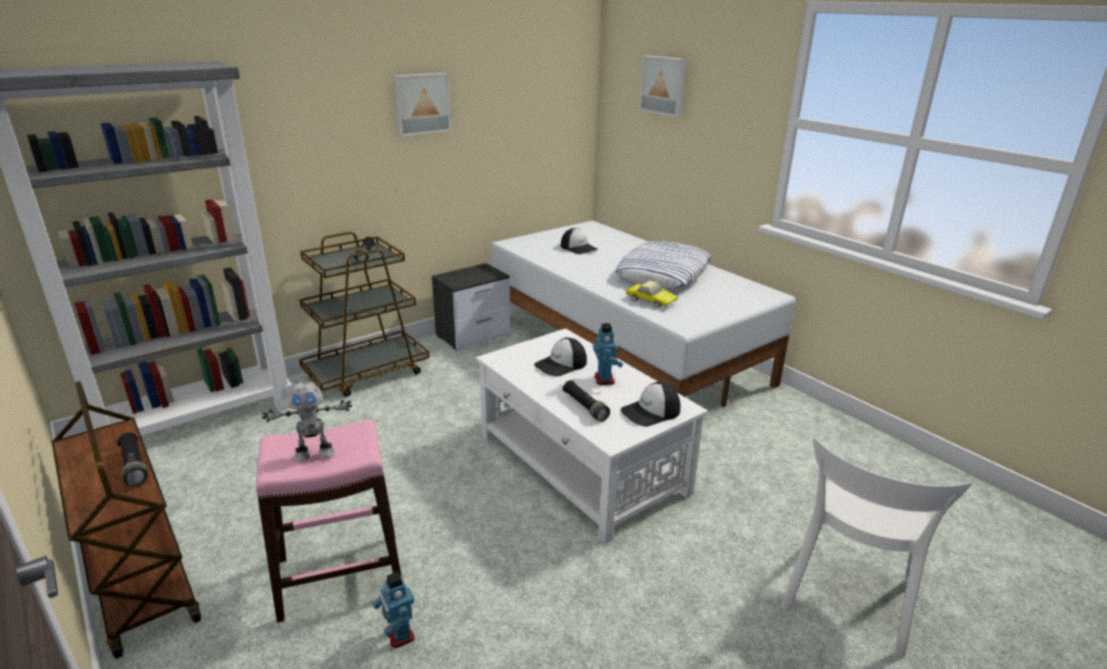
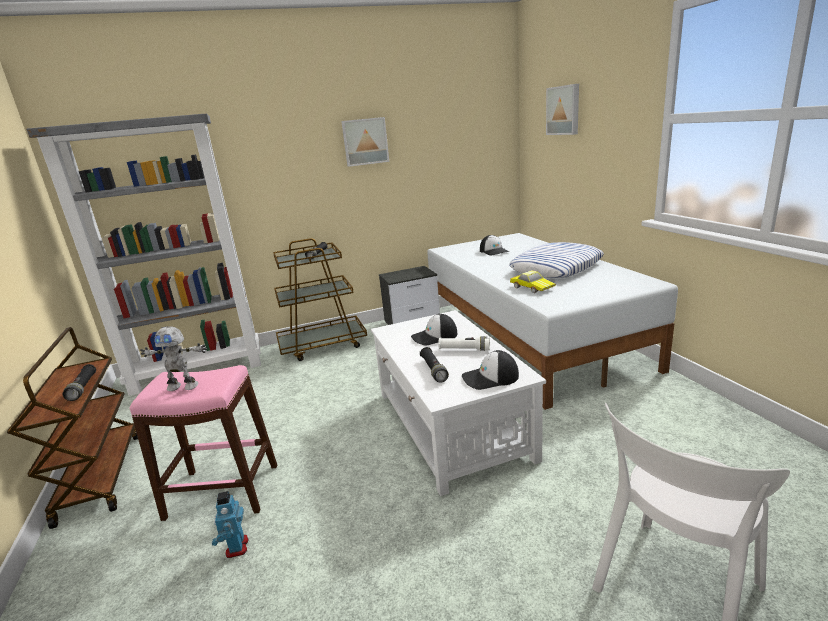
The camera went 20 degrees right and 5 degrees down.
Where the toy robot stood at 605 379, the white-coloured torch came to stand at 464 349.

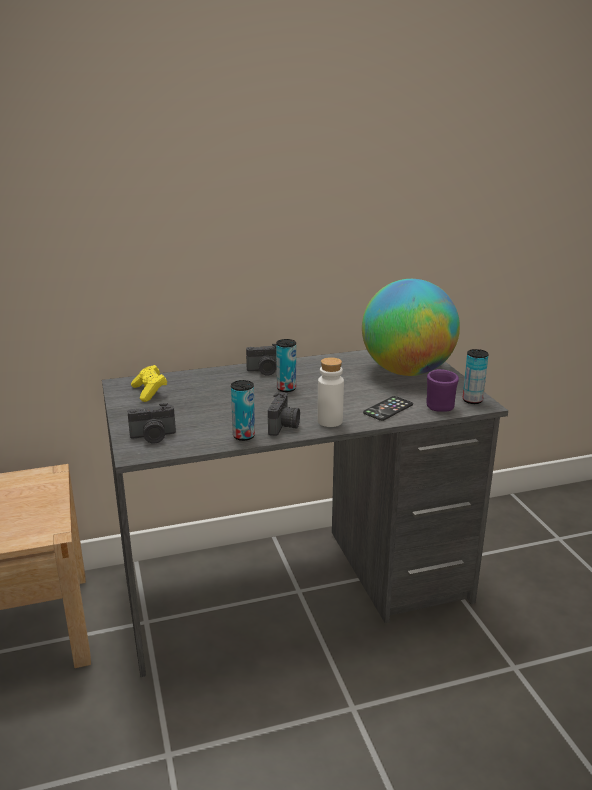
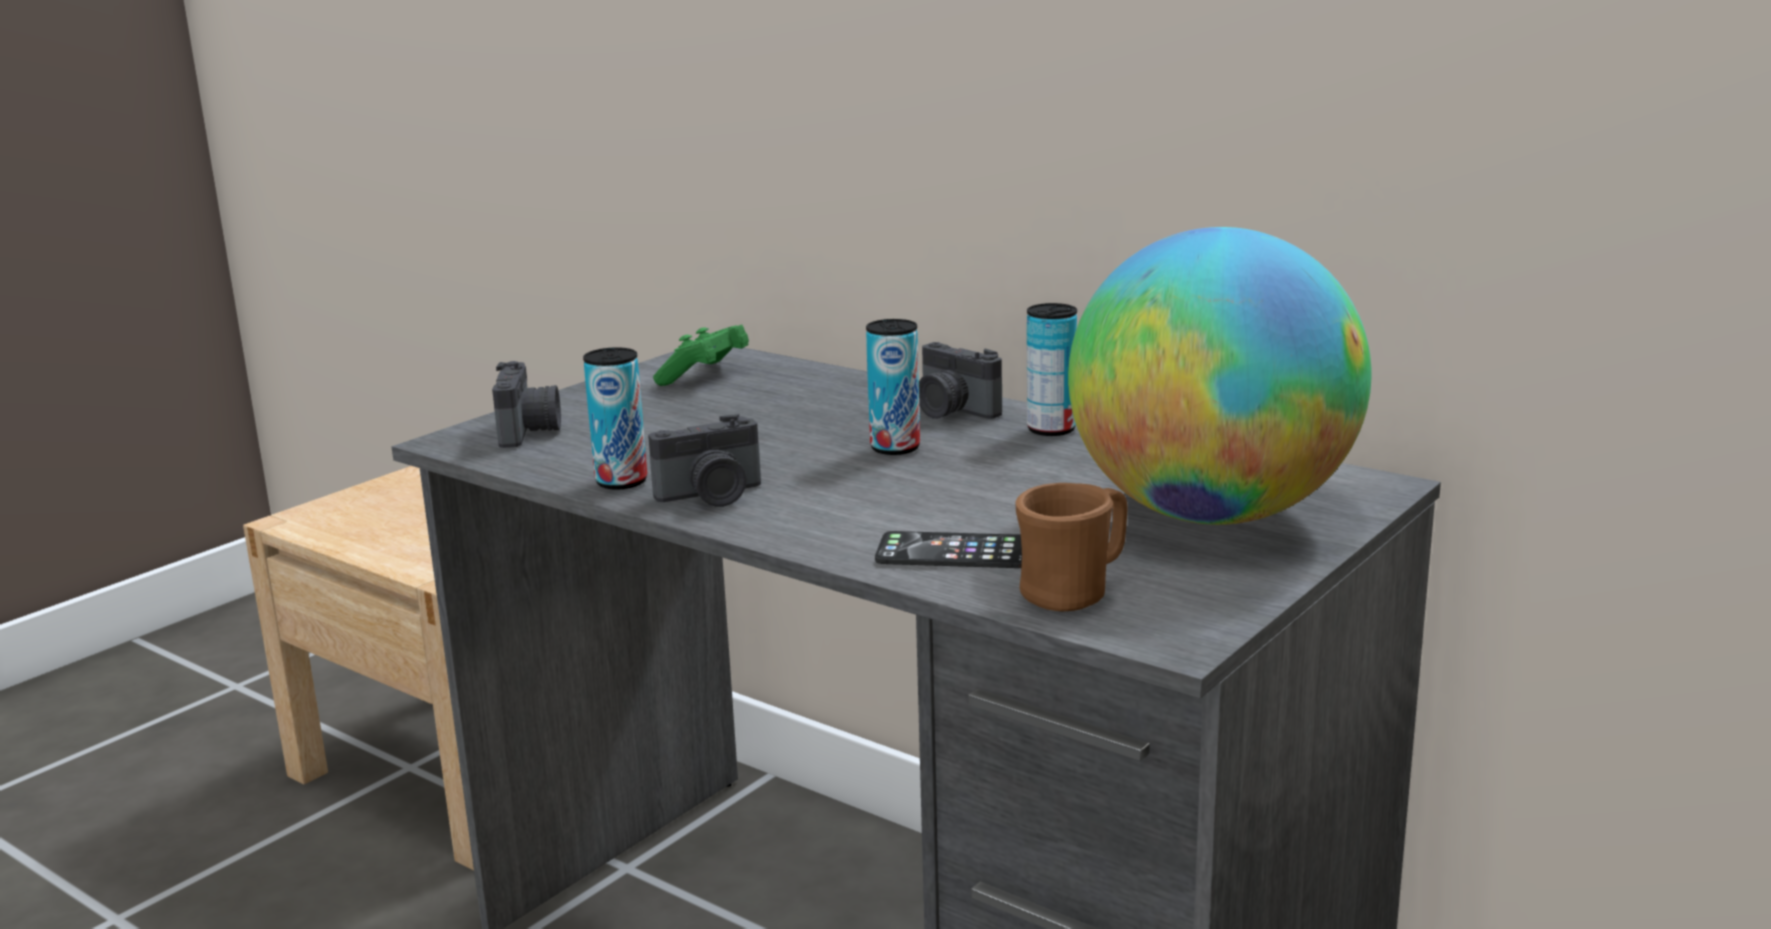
The camera went 55 degrees right and 5 degrees down.
The photo camera at 153 437 ended up facing another way, 135 degrees counterclockwise from before.
What was the yellowish game controller at 150 392 turned into the green-coloured game controller at 704 376.
What was the purple coffee mug at 439 405 turned into the brown-coloured coffee mug at 1074 593.
The metal can ended up elsewhere, having gone from 472 400 to 1051 429.
The second view lost the white-coloured beverage bottle at 330 421.

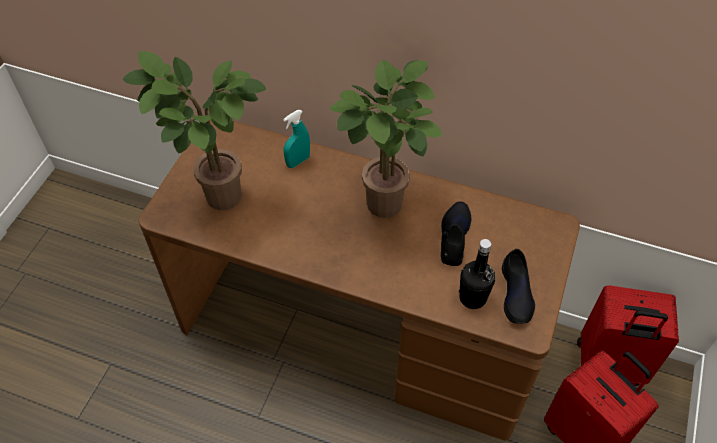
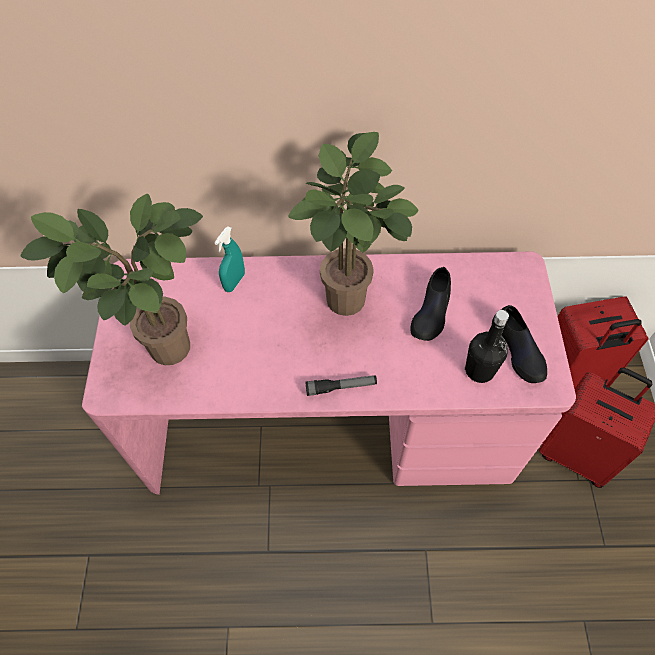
The camera went 20 degrees left and 5 degrees up.
What was the brown-coloured desk table at 359 327 turned into the pinkish desk table at 329 423.
The second view gained the torch at 341 387.
The black-coloured low shoe at 454 237 ended up facing another way, 150 degrees counterclockwise from before.

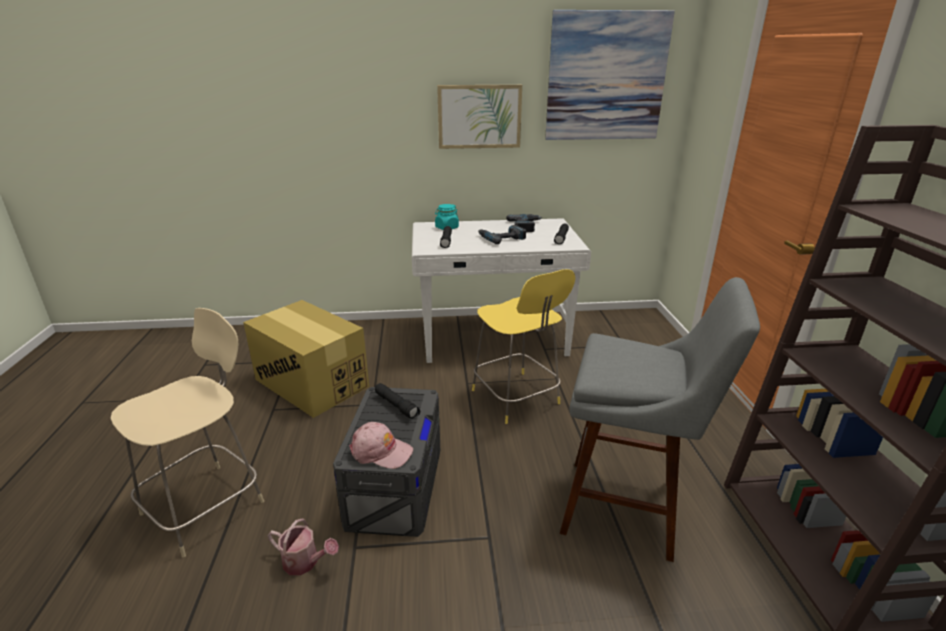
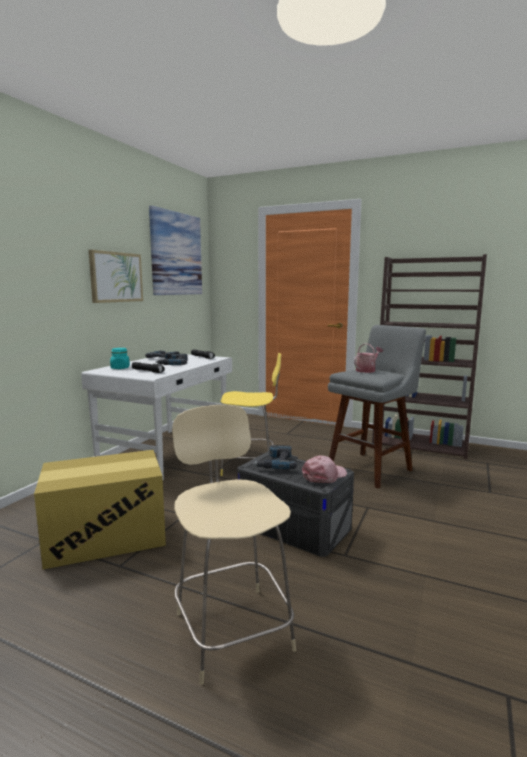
The camera went 60 degrees left and 15 degrees down.
Where the black-coloured torch stood at 397 405, the power drill came to stand at 275 462.
The watering pot ended up elsewhere, having gone from 305 562 to 367 370.

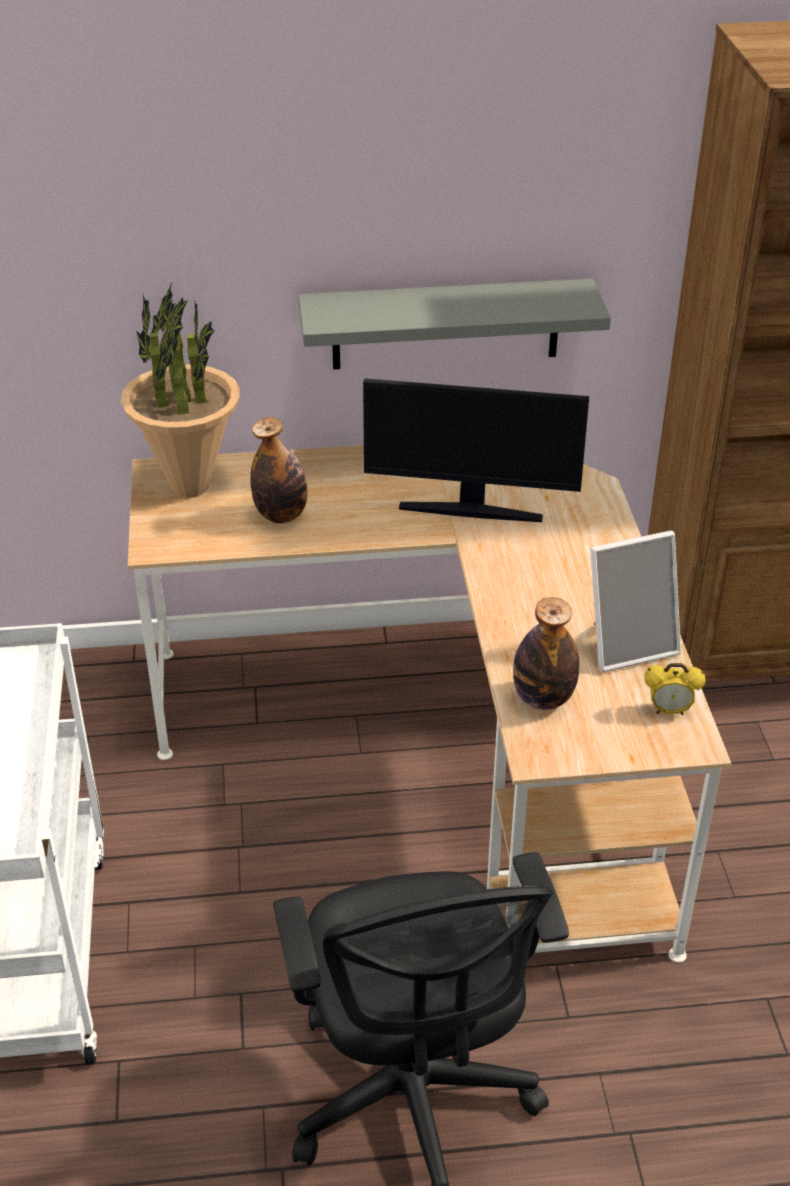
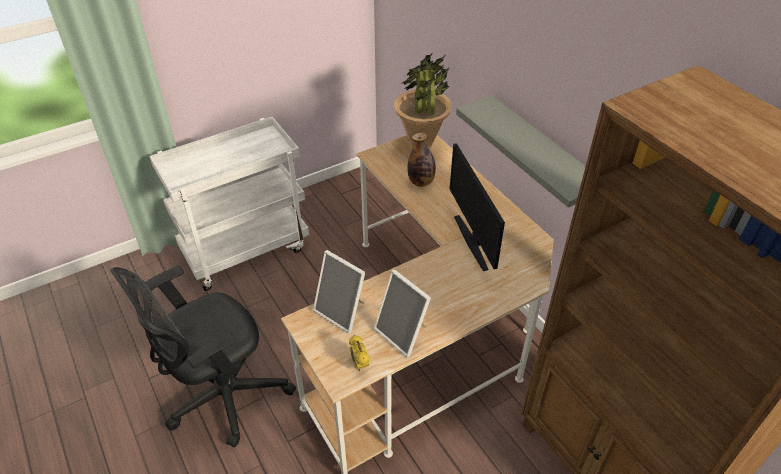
The camera went 65 degrees right and 5 degrees up.
Where the beverage bottle stood at 543 698, the photo frame came to stand at 342 312.

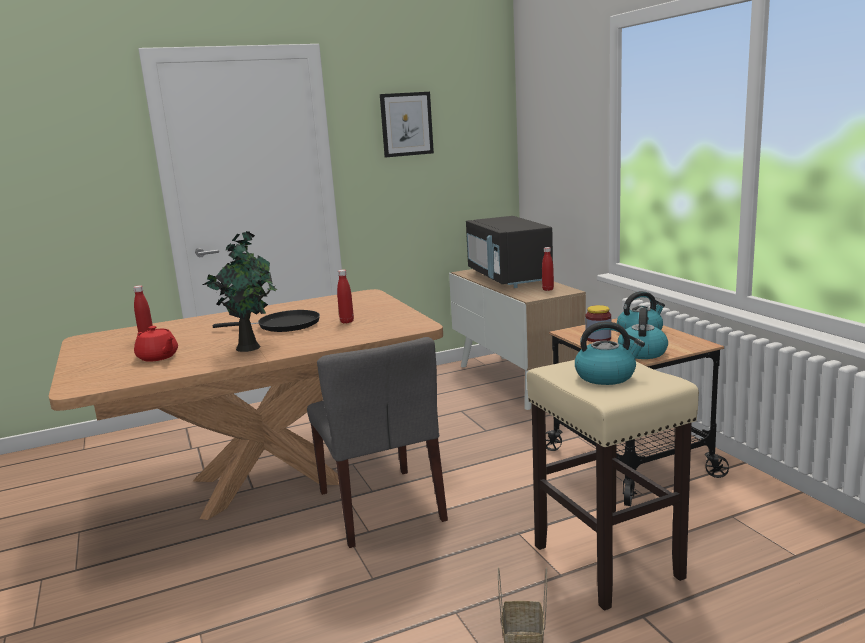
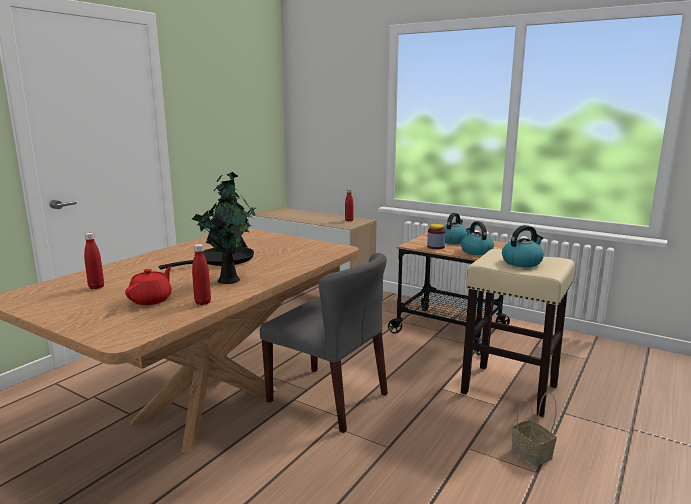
The camera went 35 degrees left and 0 degrees up.
The red tea pot at 158 357 ended up facing another way, 75 degrees counterclockwise from before.
The red beverage bottle ended up elsewhere, having gone from 347 322 to 203 302.
The second view lost the wall picture at 406 124.
The second view lost the black-coloured kitchen microwave at 508 278.

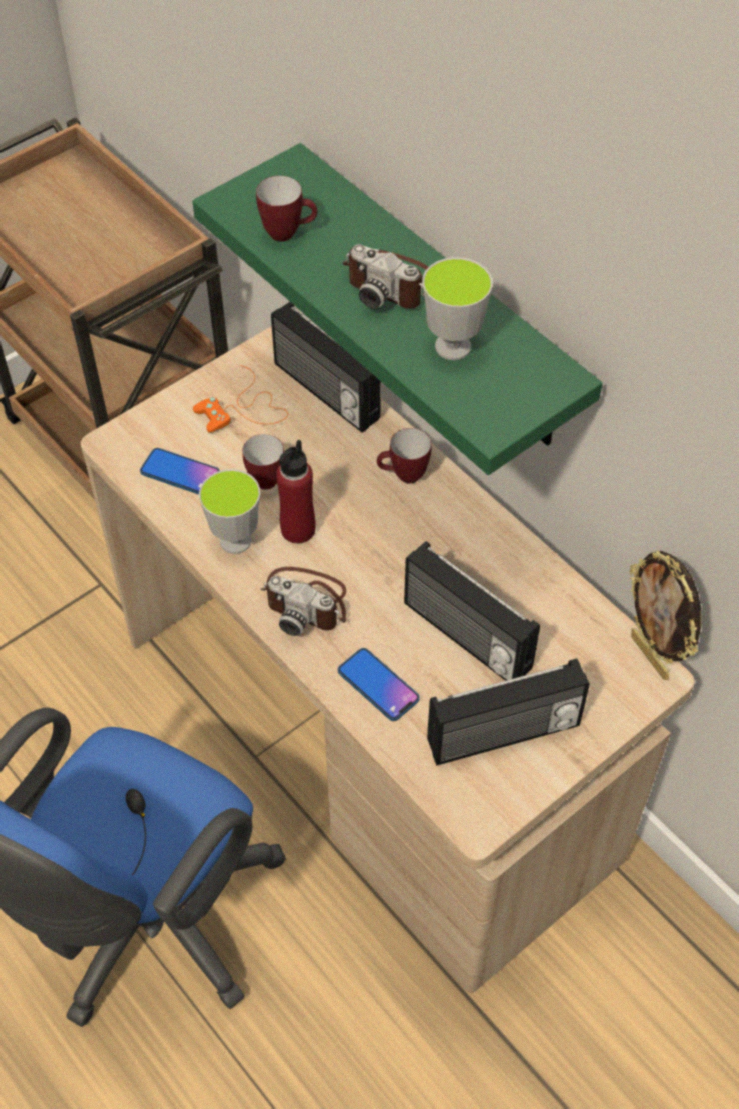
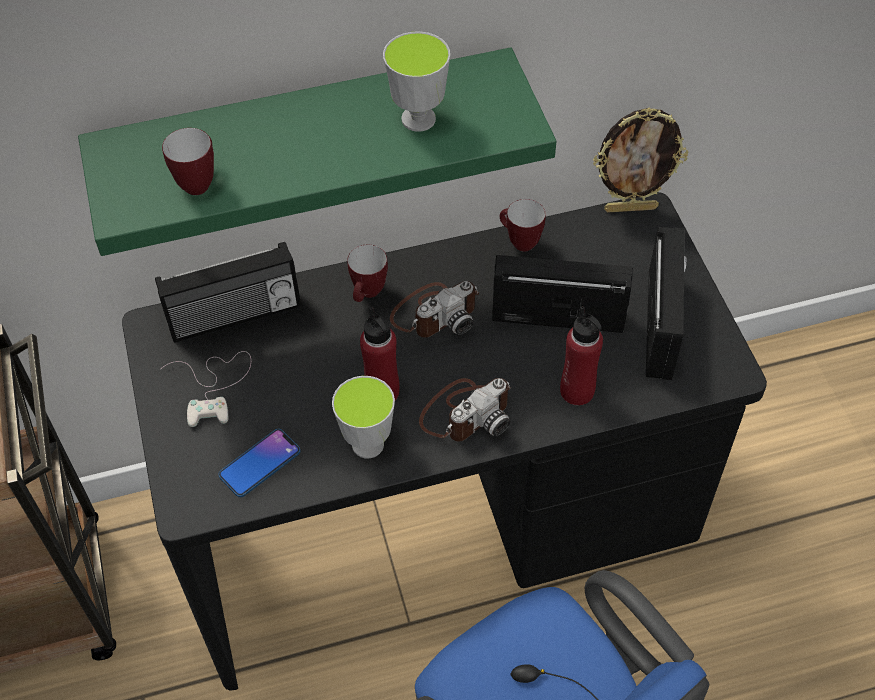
The camera went 65 degrees left and 0 degrees up.
What was the sand-coloured desk table at 371 741 turned into the black-coloured desk table at 440 524.
What was the orangey game controller at 243 409 turned into the white-coloured game controller at 214 386.
The photo camera ended up elsewhere, having gone from 390 283 to 435 313.
The radio receiver at 465 637 ended up facing another way, 150 degrees counterclockwise from before.
The coffee mug ended up elsewhere, having gone from 267 477 to 518 242.
Where the phone stood at 378 685, the red beverage bottle came to stand at 577 391.

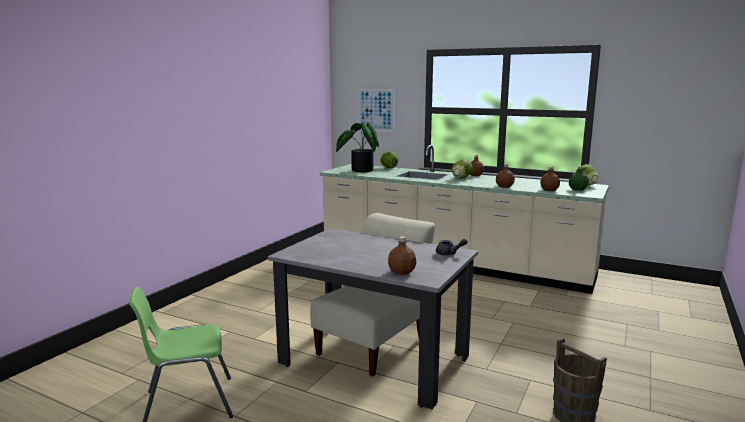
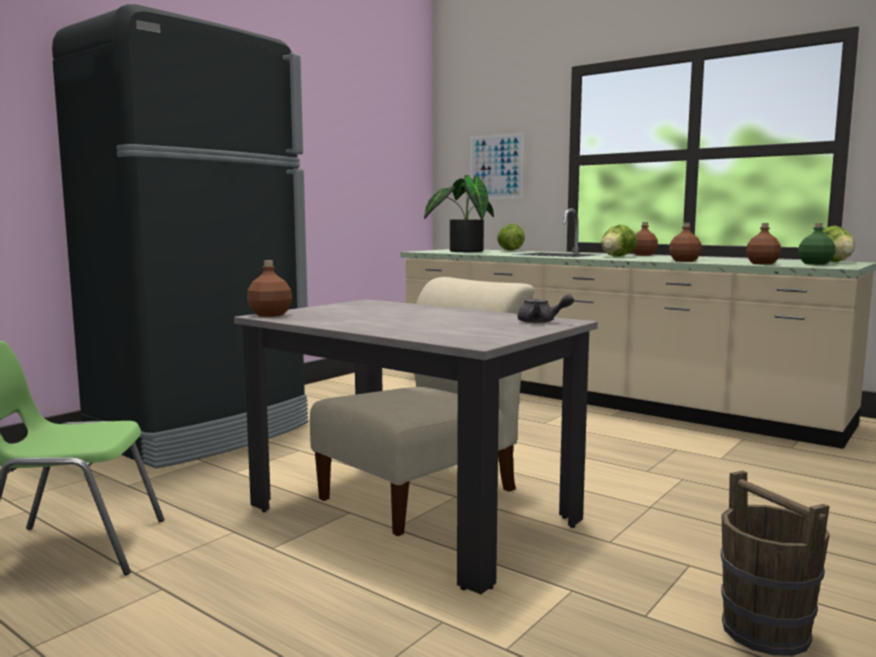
The camera went 10 degrees right and 5 degrees down.
The second view gained the black-coloured refrigerator at 203 433.
The brown-coloured beverage bottle ended up elsewhere, having gone from 401 271 to 270 315.

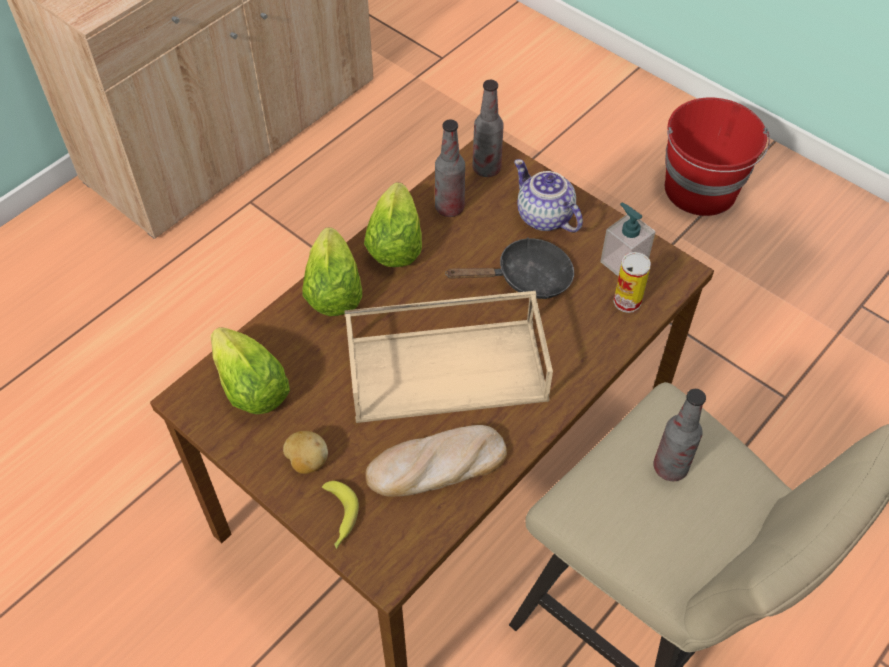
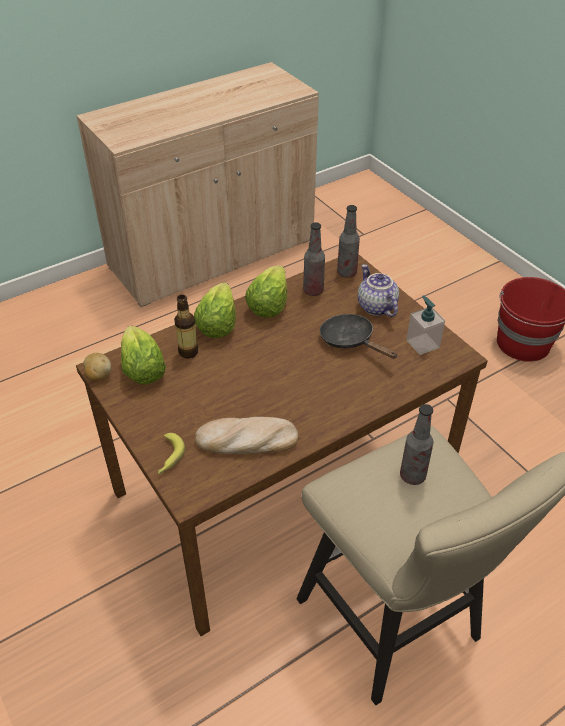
The camera went 15 degrees right and 10 degrees down.
The potato ended up elsewhere, having gone from 307 461 to 98 375.
The second view gained the beverage bottle at 188 352.
The black-coloured skillet at 526 278 ended up facing another way, 135 degrees counterclockwise from before.
The second view lost the sand-coloured carrying tray at 448 368.
The second view lost the metal can at 627 301.

